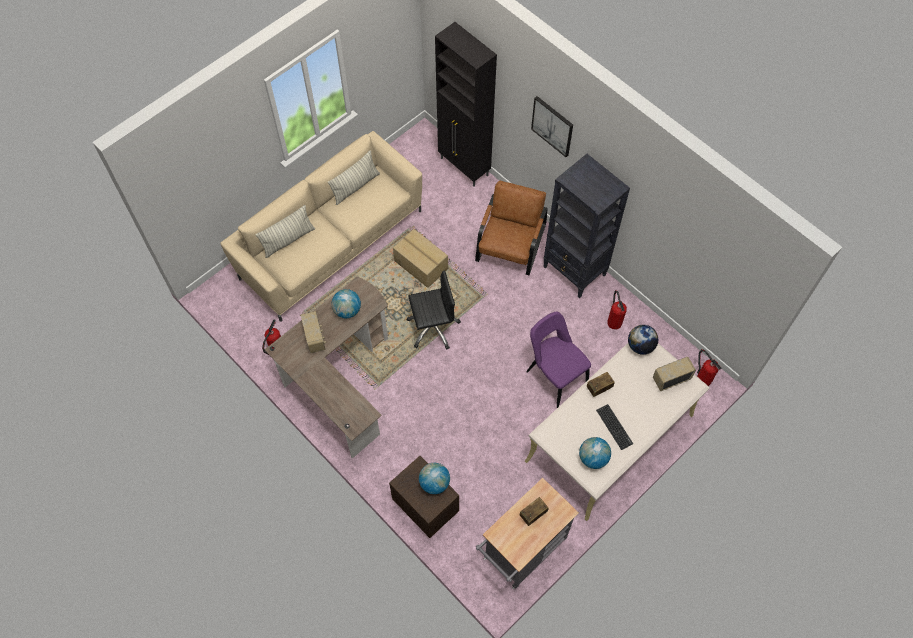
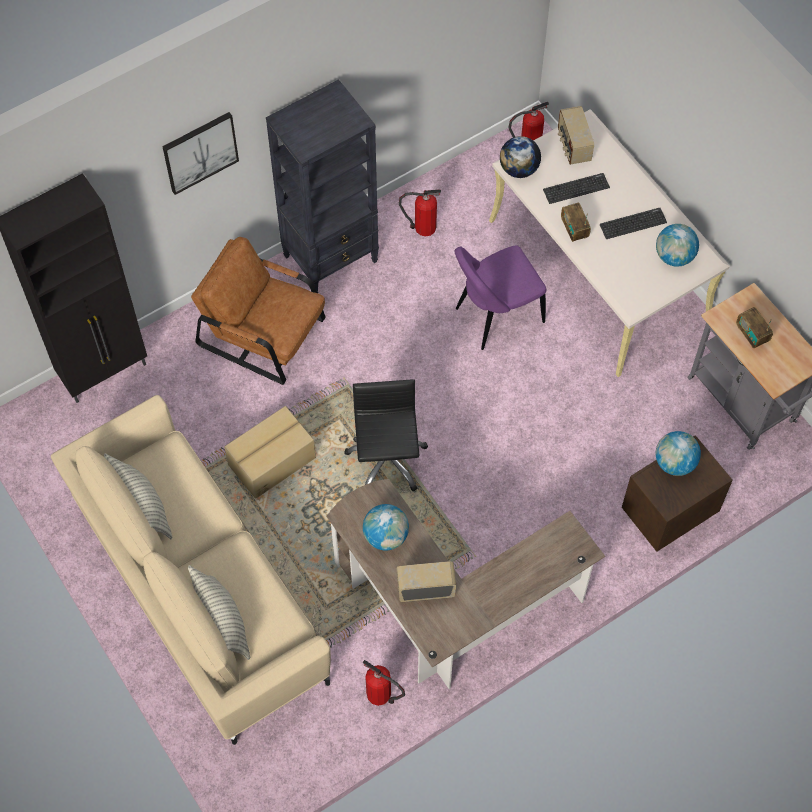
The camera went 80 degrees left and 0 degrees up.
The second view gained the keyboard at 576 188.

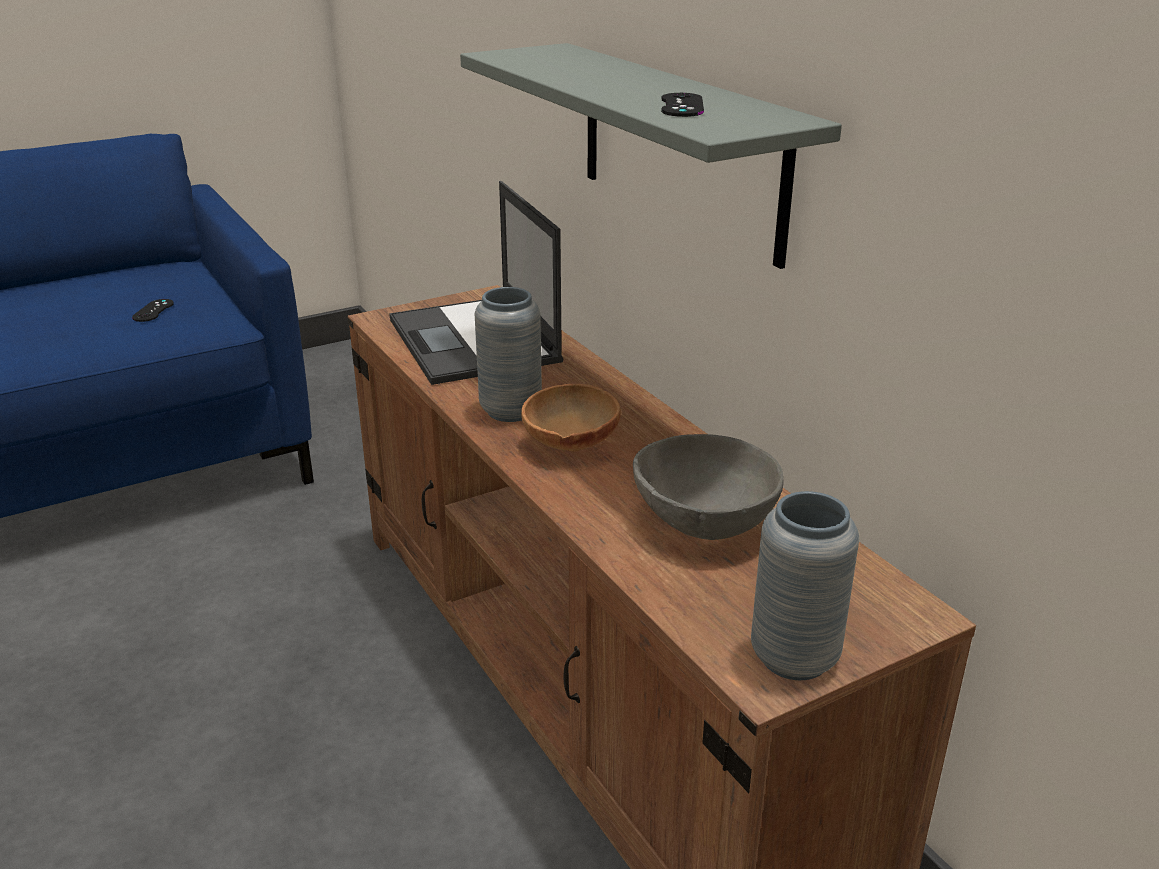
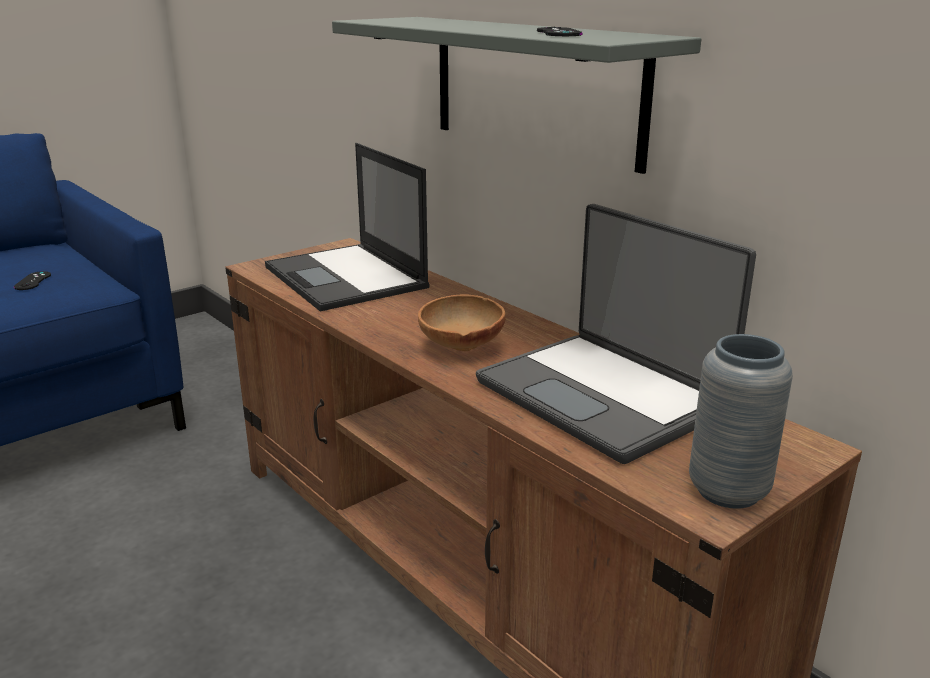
The camera went 10 degrees left and 5 degrees down.
Where the grey bowl stood at 706 524, the notebook computer came to stand at 603 395.
The second view lost the grey vase at 510 411.

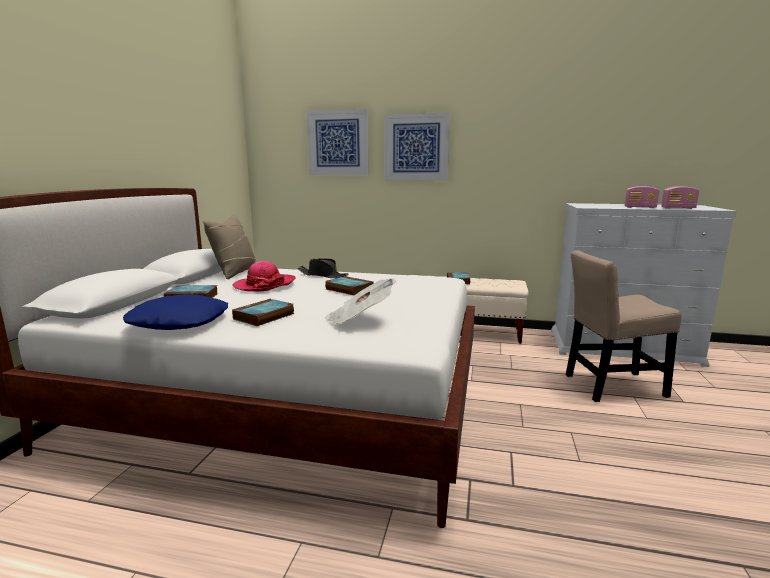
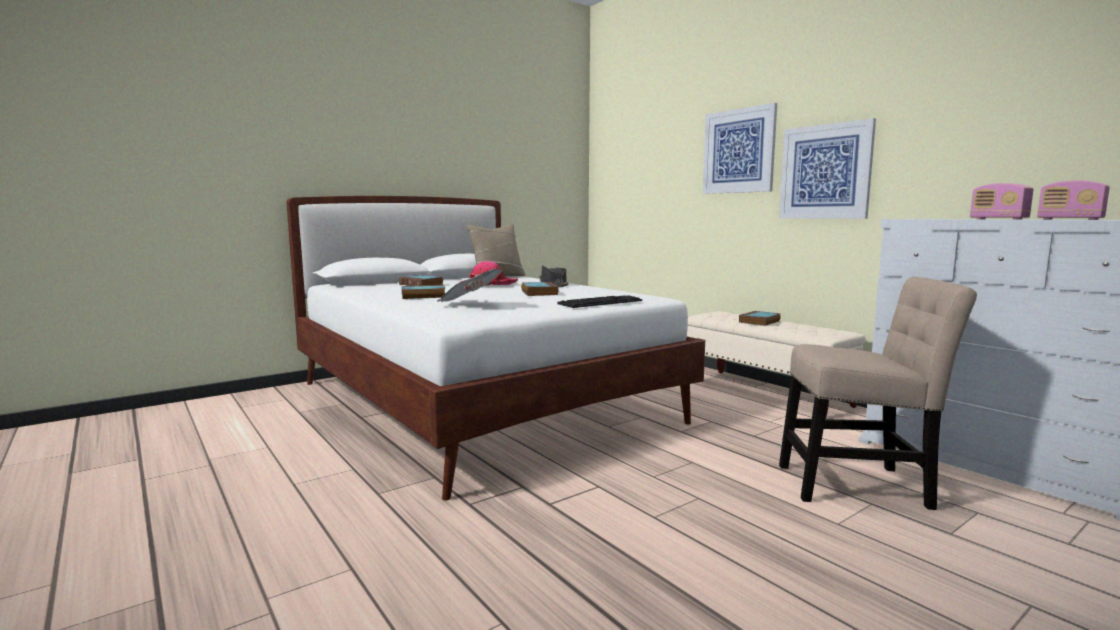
The camera went 40 degrees right and 5 degrees down.
The second view gained the keyboard at 600 302.
The wall picture ended up elsewhere, having gone from 338 143 to 825 172.
The sand-coloured plain chair at 610 386 ended up facing another way, 150 degrees clockwise from before.
The second view lost the blue cushion at 180 322.

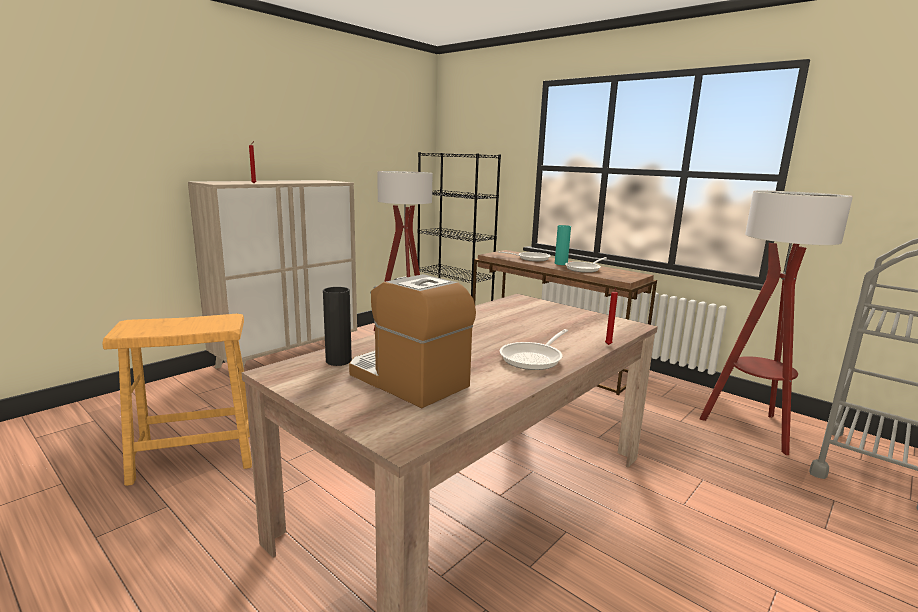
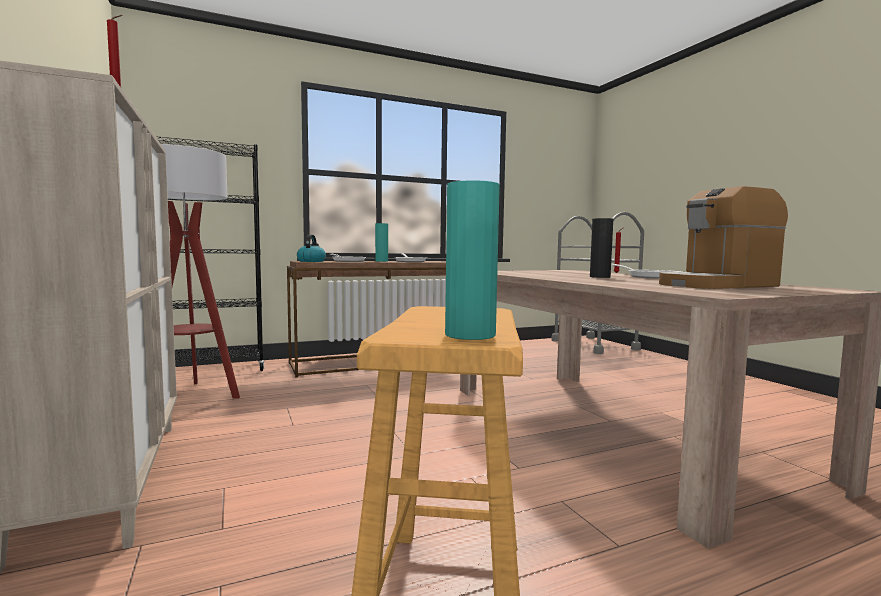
The camera went 65 degrees left and 10 degrees down.
The second view gained the tea kettle at 311 261.
The second view gained the turquoise vase at 470 335.
The black-coloured vase ended up elsewhere, having gone from 338 361 to 600 277.
The second view lost the standard lamp at 751 429.

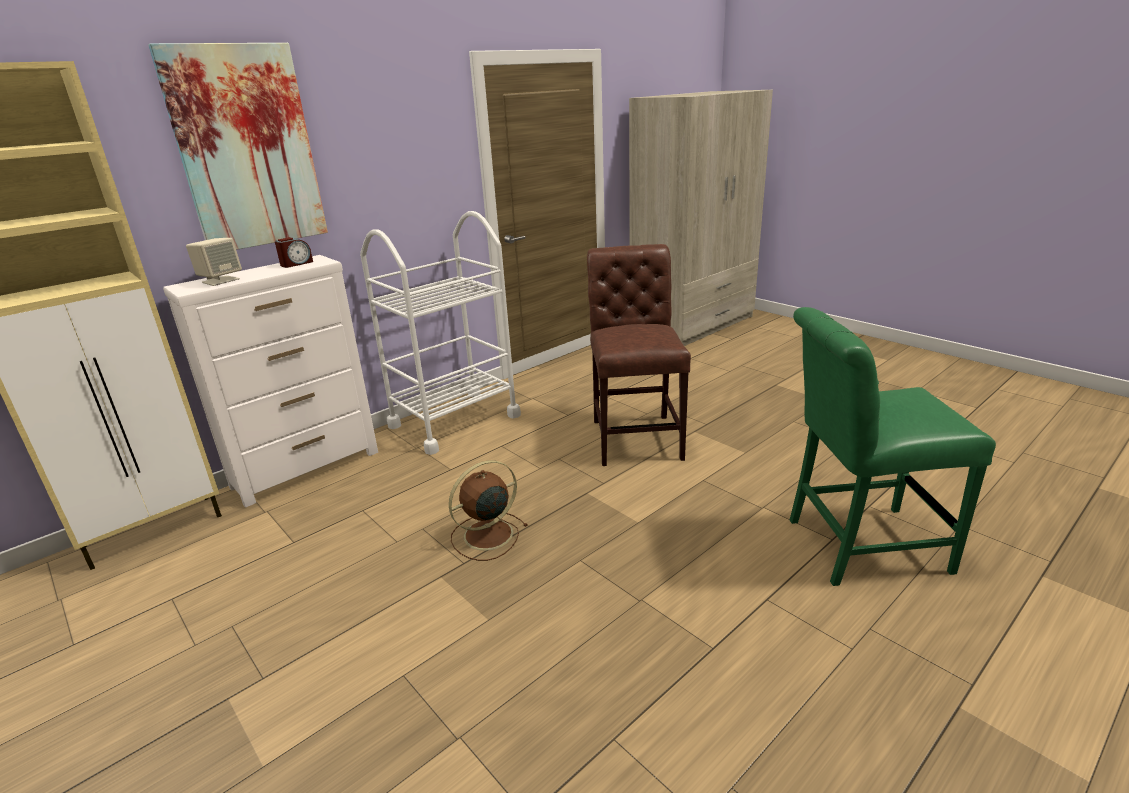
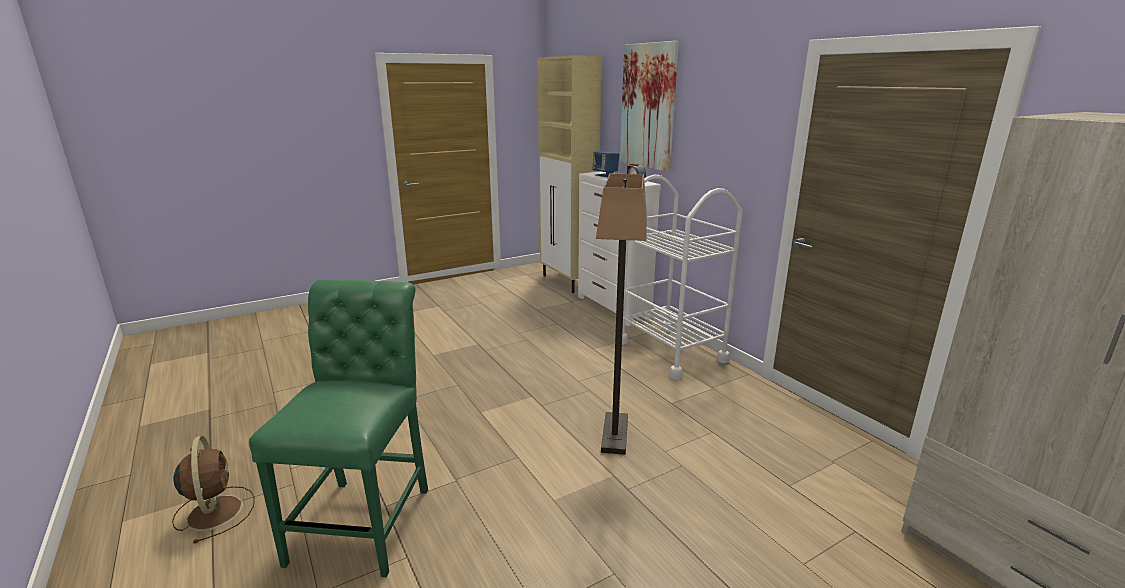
The camera went 100 degrees right and 5 degrees down.
The brown-coloured electric fan ended up elsewhere, having gone from 486 535 to 215 511.
What was the sand-coloured loudspeaker at 220 280 turned into the blue loudspeaker at 605 175.
Where the brown-coloured plain chair stood at 636 436, the standard lamp came to stand at 615 435.

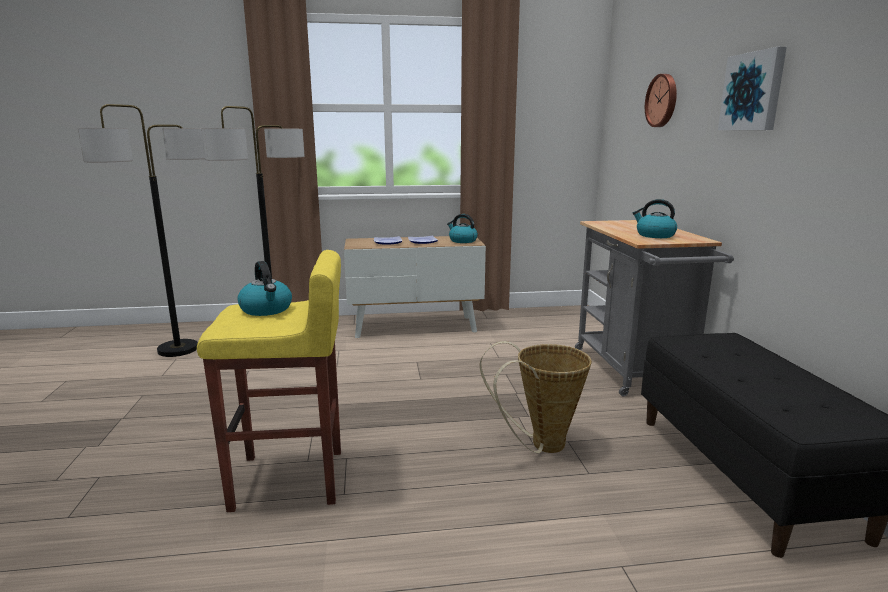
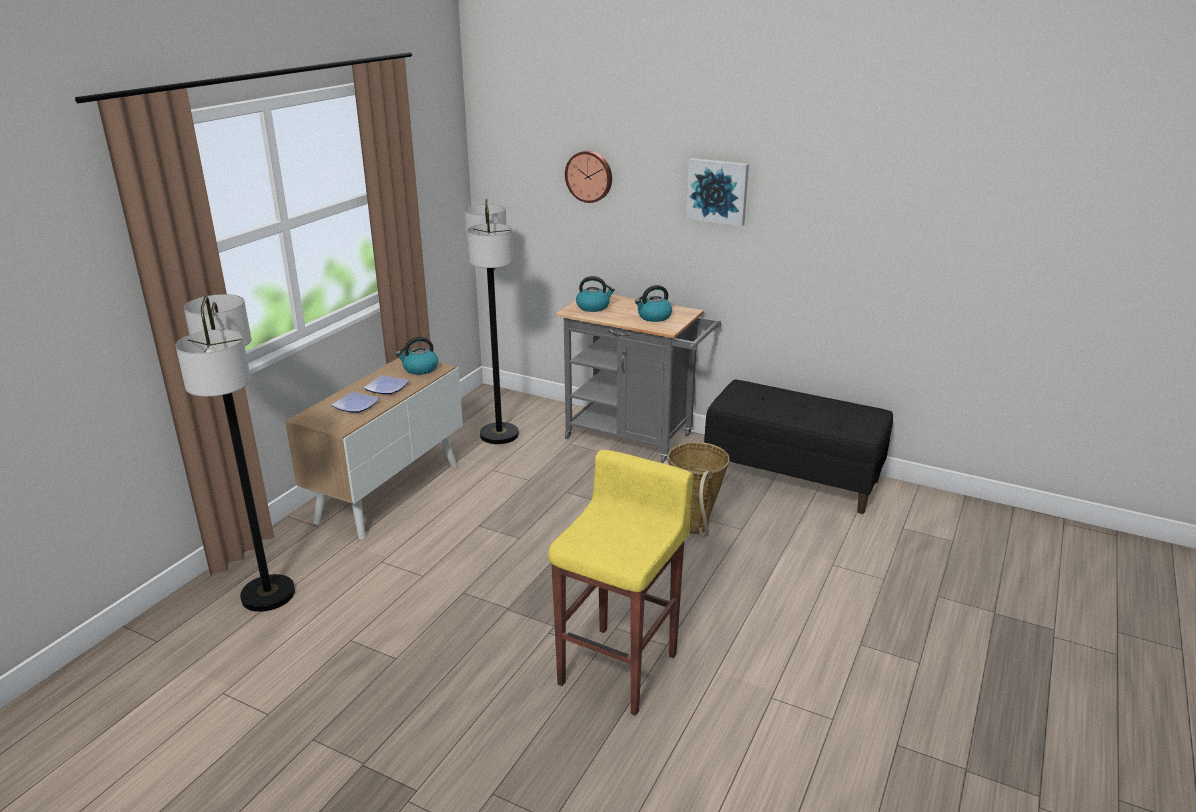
The camera went 55 degrees left and 10 degrees up.
The standard lamp ended up elsewhere, having gone from 178 349 to 499 434.
The tea kettle ended up elsewhere, having gone from 267 309 to 593 307.

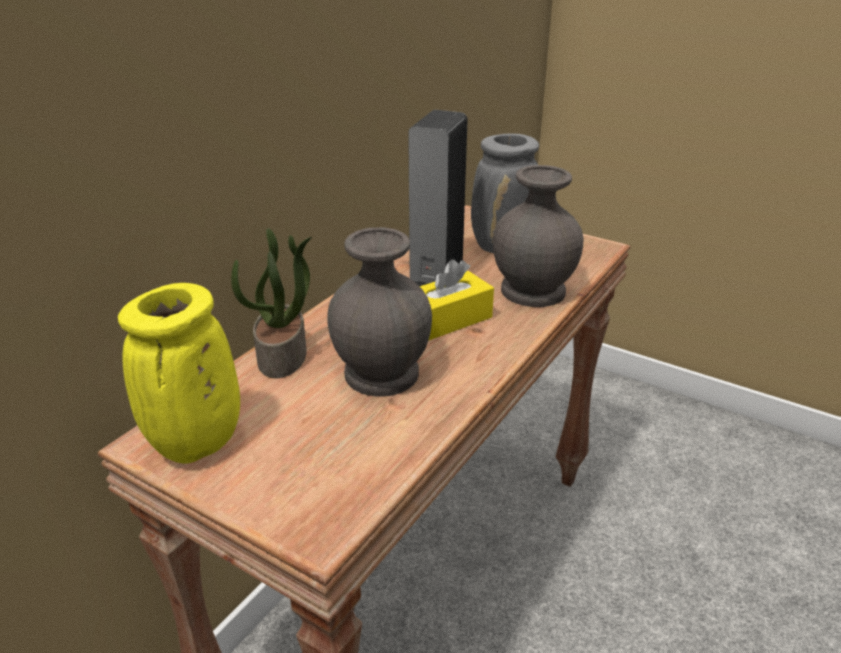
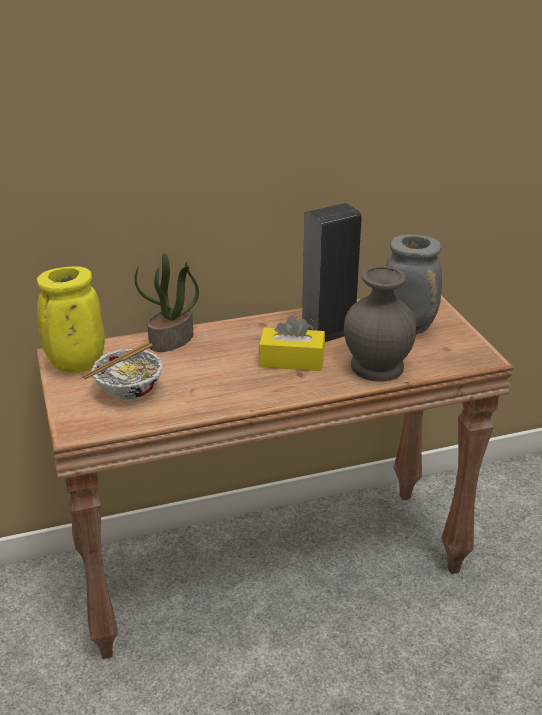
The camera went 40 degrees right and 0 degrees up.
The second view gained the bowl at 129 390.
The second view lost the grey vase at 382 371.

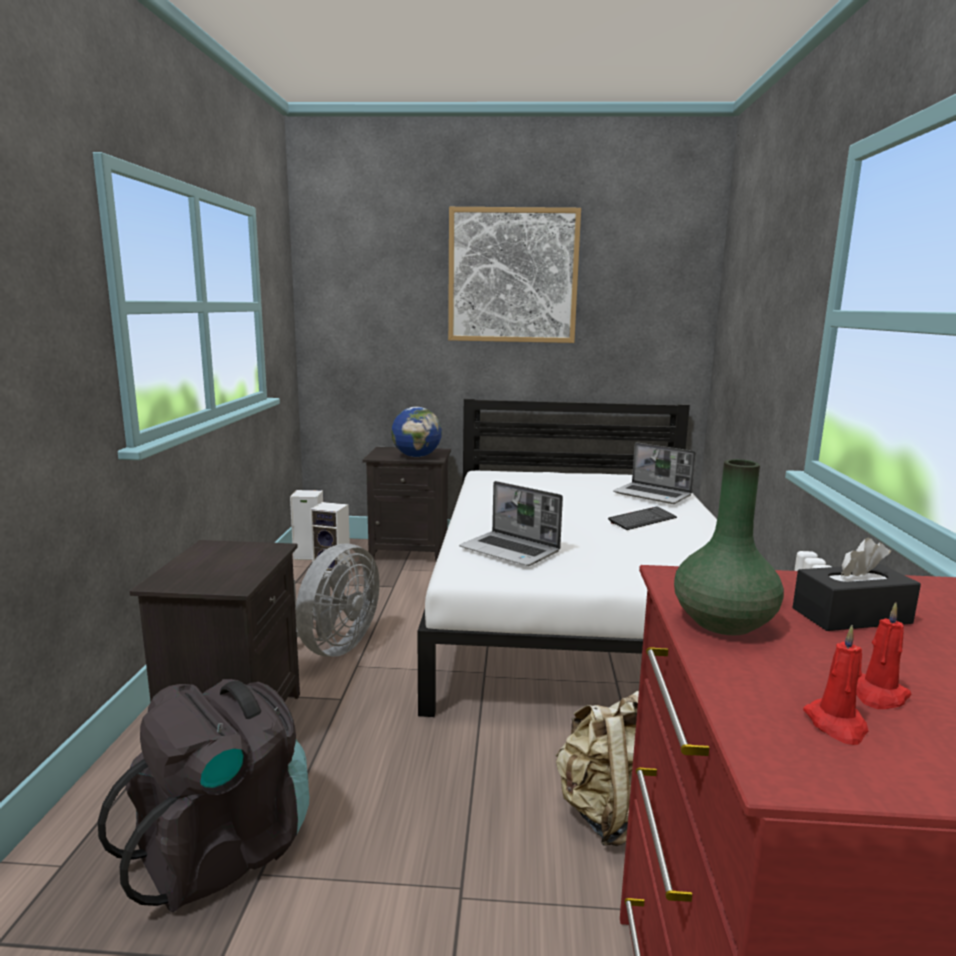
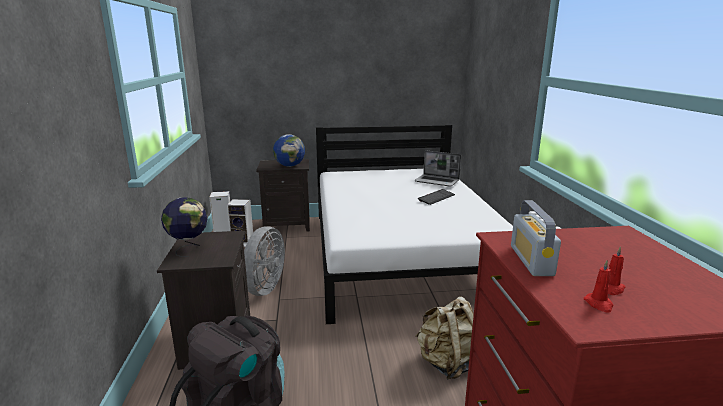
The camera went 10 degrees left and 5 degrees up.
The second view gained the globe at 189 248.
Where the green-coloured vase stood at 724 623, the radio receiver came to stand at 531 260.
The second view lost the wall picture at 512 276.
The second view lost the notebook computer at 511 551.
The second view lost the black-coloured tissue holder at 851 616.

